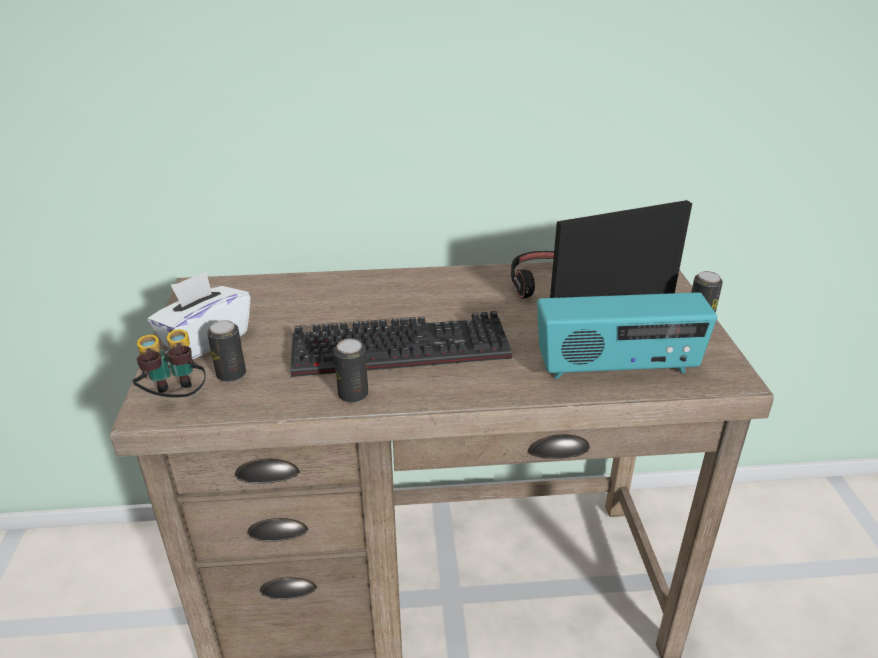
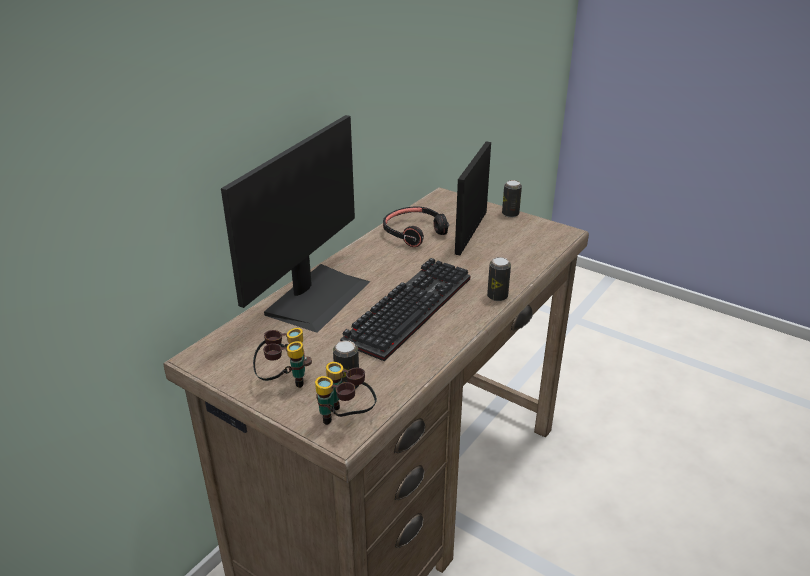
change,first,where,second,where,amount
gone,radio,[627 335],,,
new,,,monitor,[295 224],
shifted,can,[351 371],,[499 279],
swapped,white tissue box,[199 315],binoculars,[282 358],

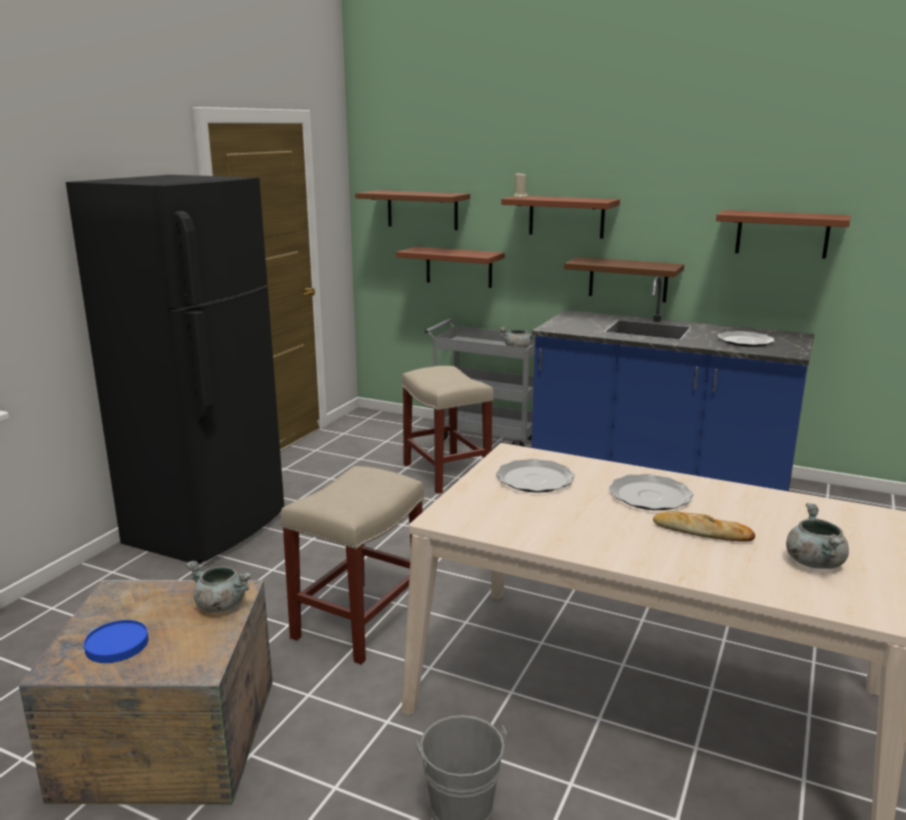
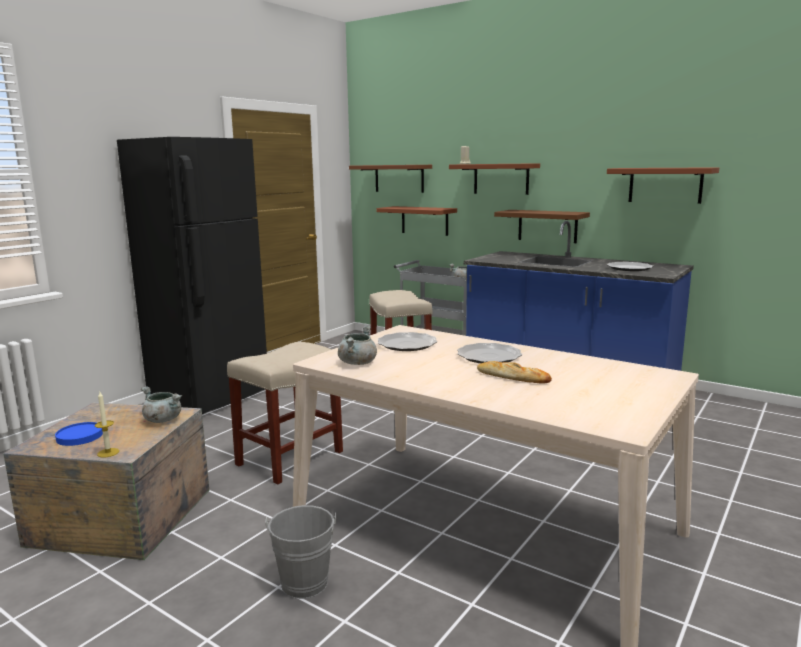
change,first,where,second,where,amount
new,,,candle,[107 425],
shifted,grey cooking pot,[817 536],,[357 345],

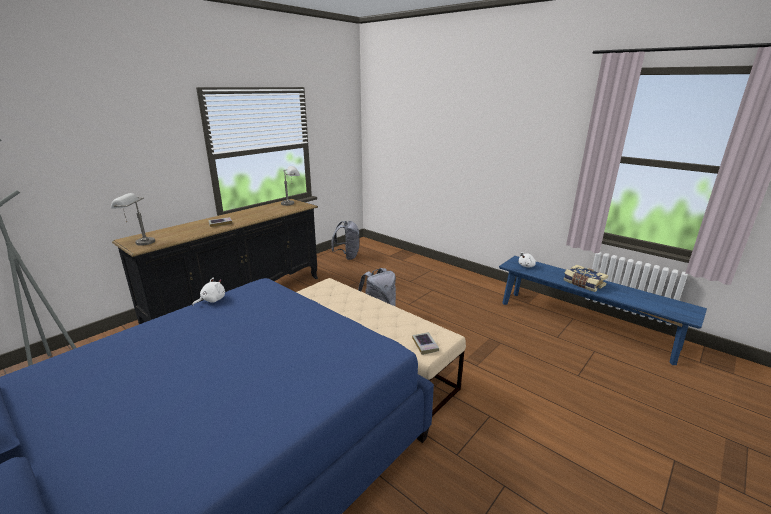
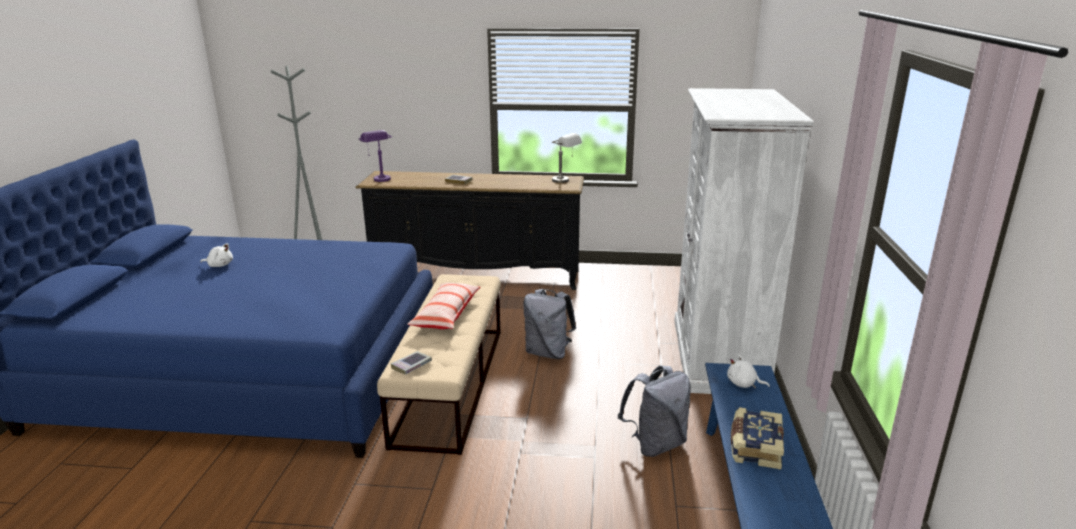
change,first,where,second,where,amount
new,,,pillow,[444 306],
new,,,white wardrobe,[744 241],
shifted,white plush toy,[208 291],,[216 255],
shifted,grey backpack,[345 240],,[654 411],
repainted,grey table lamp,[133 219],purple table lamp,[375 156],

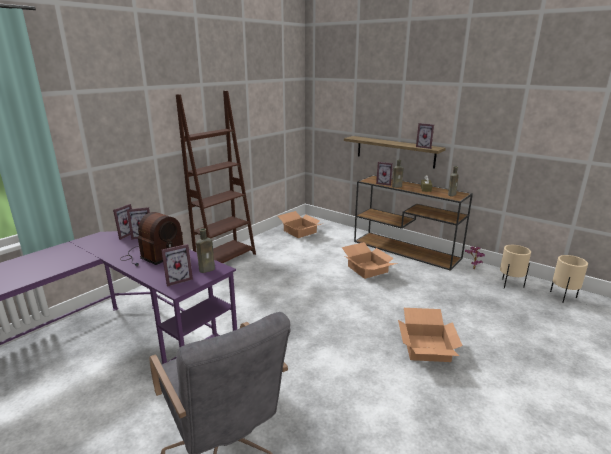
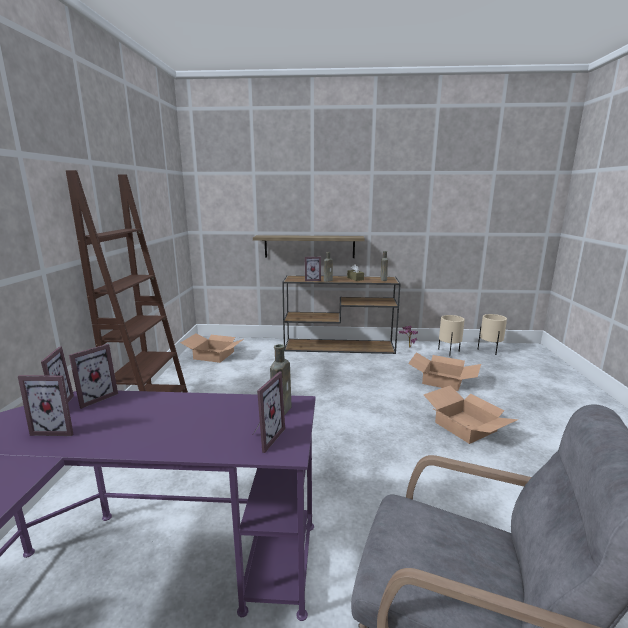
change,first,where,second,where,amount
gone,radio,[151 239],,,
shifted,cardboard box,[370 260],,[444 371],
shifted,picture frame,[425 136],,[46 405],

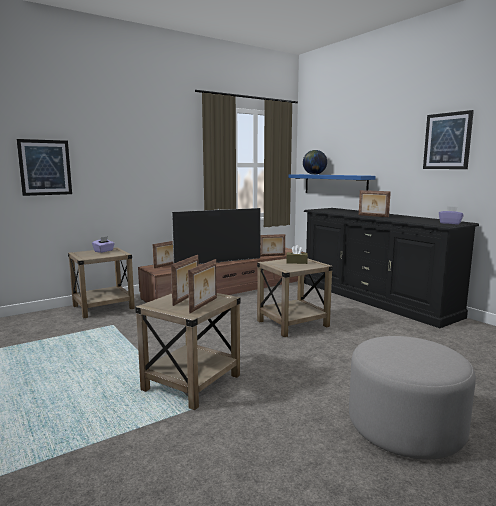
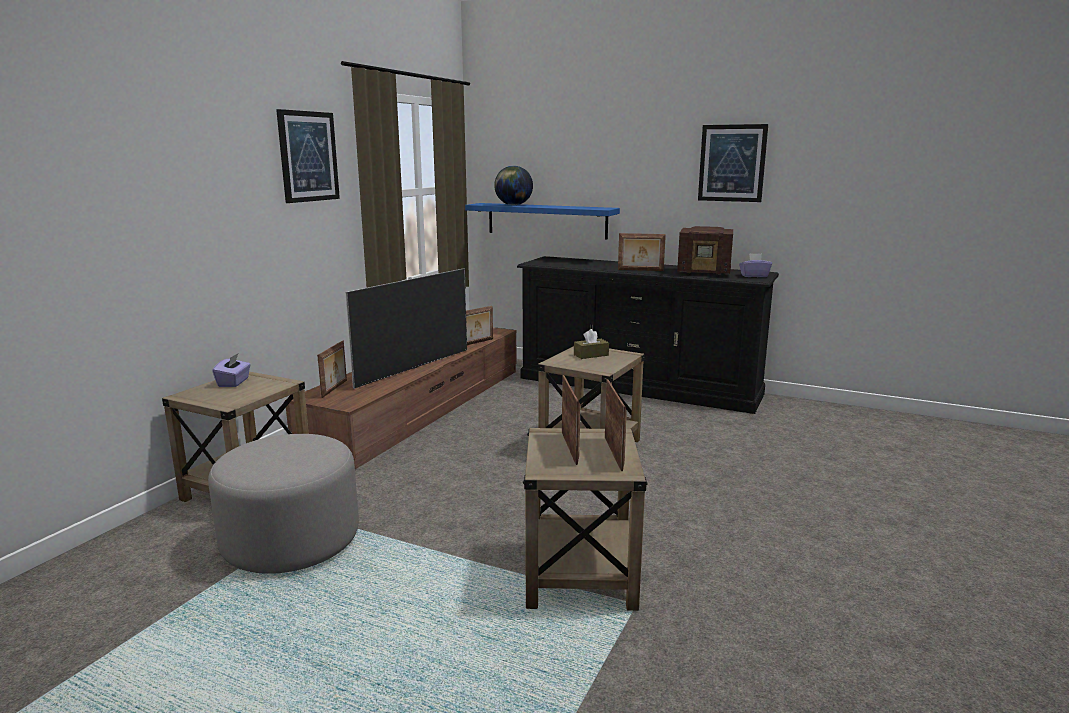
change,first,where,second,where,amount
new,,,radio,[705 251],
shifted,picture,[44 167],,[308 156],
shifted,grey ottoman,[412 397],,[283 504],

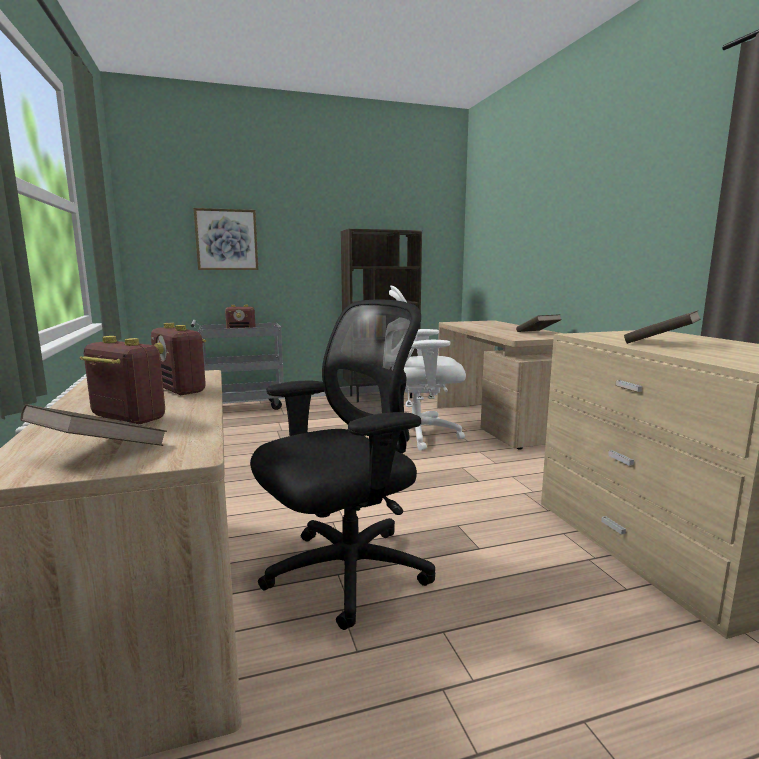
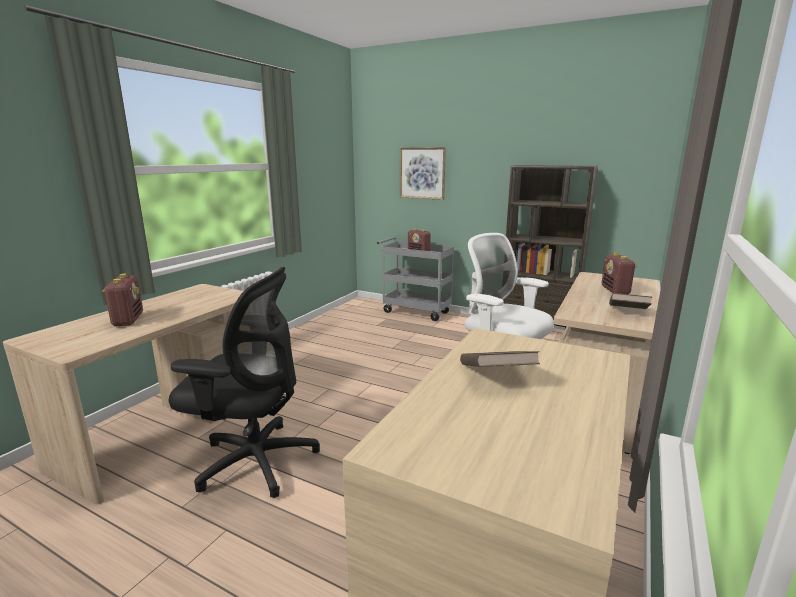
change,first,where,second,where,amount
gone,brown book,[94 425],,,
shifted,radio,[178 359],,[619 273],

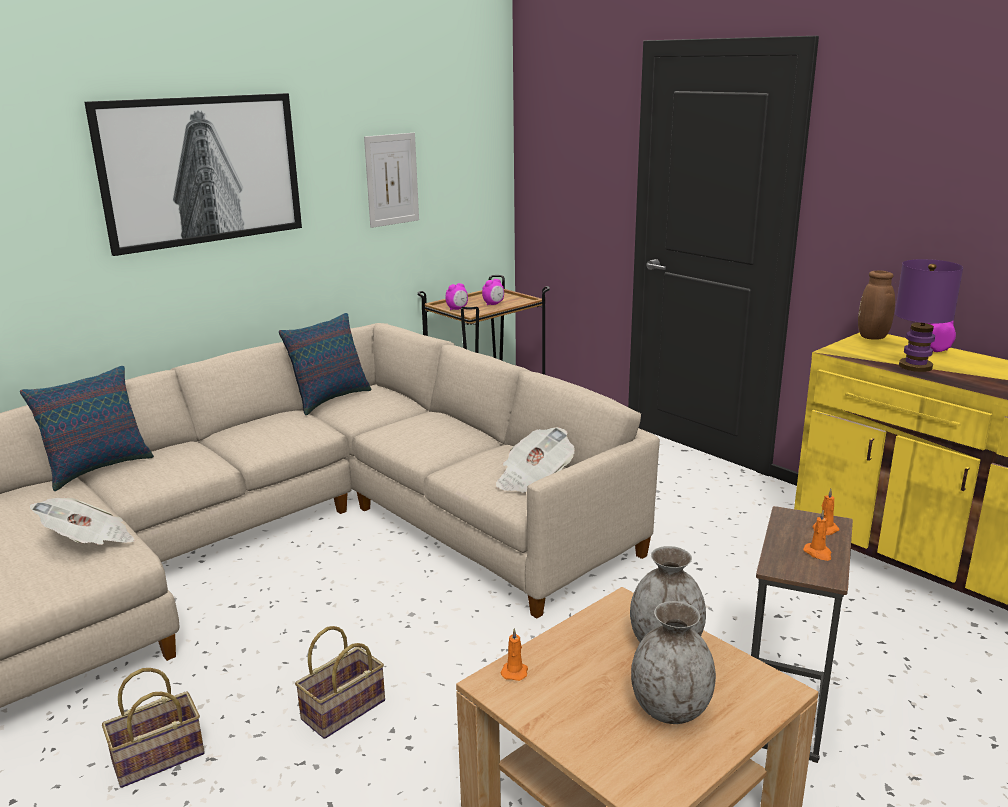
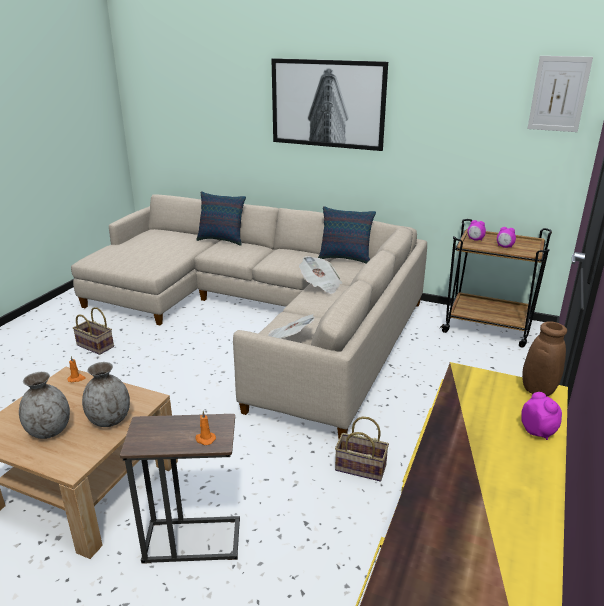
change,first,where,second,where,amount
gone,orange candle,[817 535],,,
gone,purple table lamp,[929 315],,,
shifted,newspaper,[82 521],,[321 275],
shifted,basket,[340 682],,[362 449],
shifted,picture,[391 180],,[560 94],

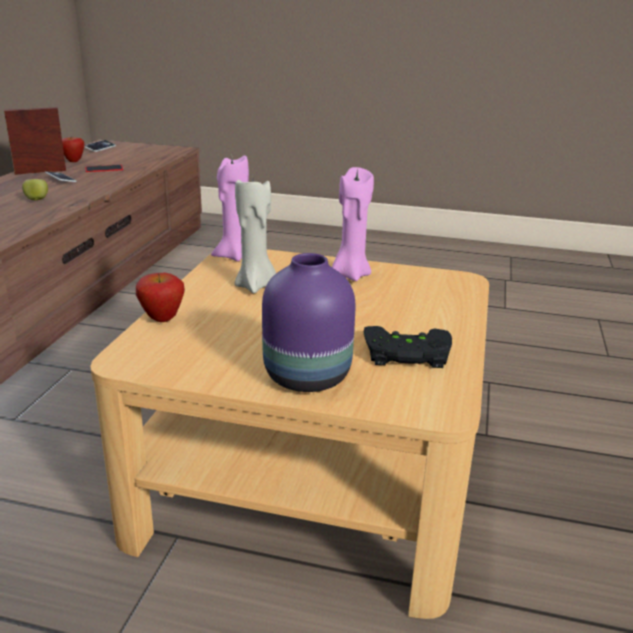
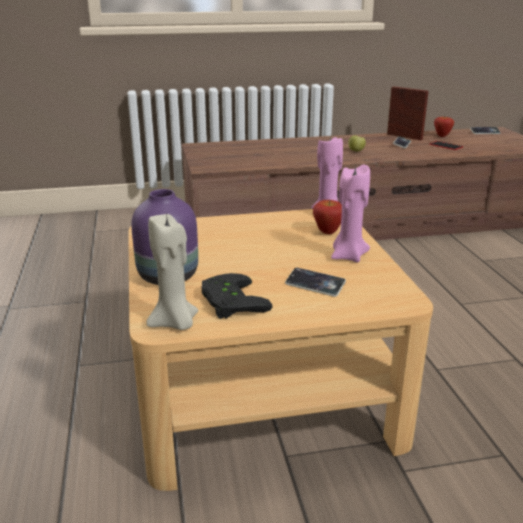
change,first,where,second,where,amount
new,,,phone,[315 282],
shifted,apple,[160 297],,[327 217],
shifted,beige candle,[255 235],,[172 272],

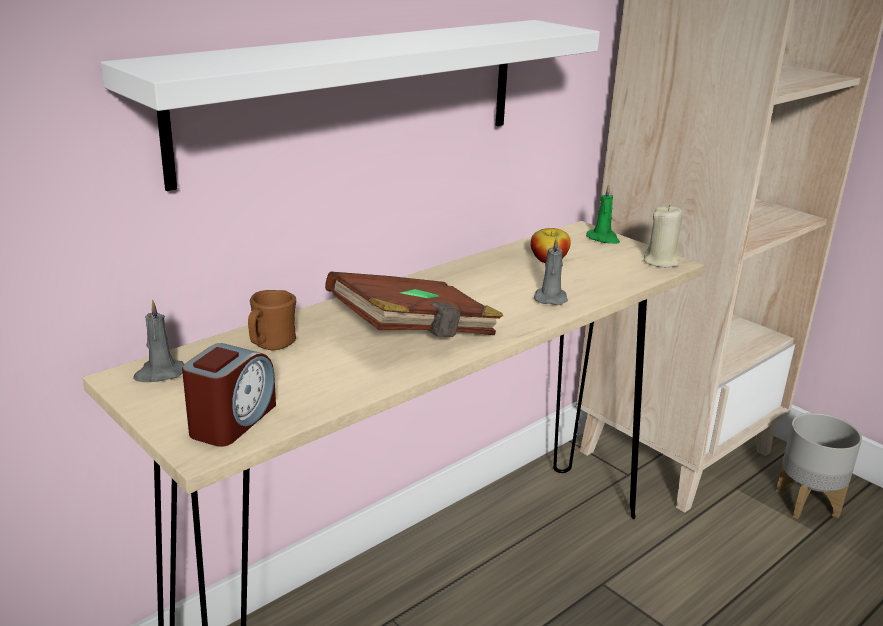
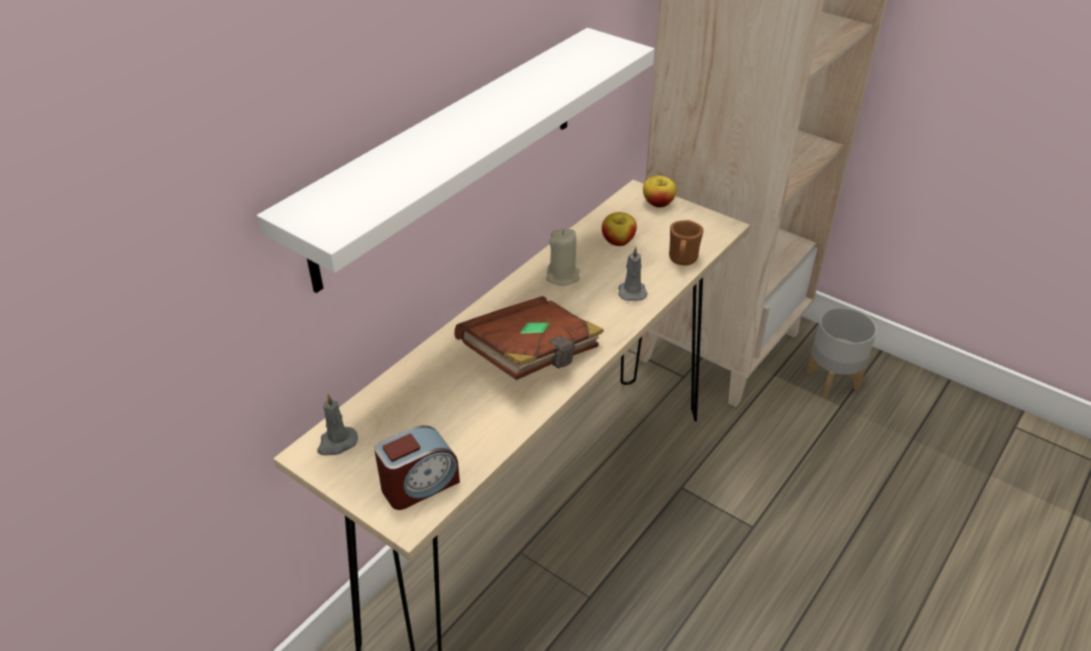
change,first,where,second,where,amount
shifted,brown mug,[272 320],,[686 243],
shifted,beige candle,[663 236],,[563 257],
swapped,green candle,[603 214],apple,[660 192],
rotated,alarm clock,[229 395],,[417 467],45 degrees clockwise

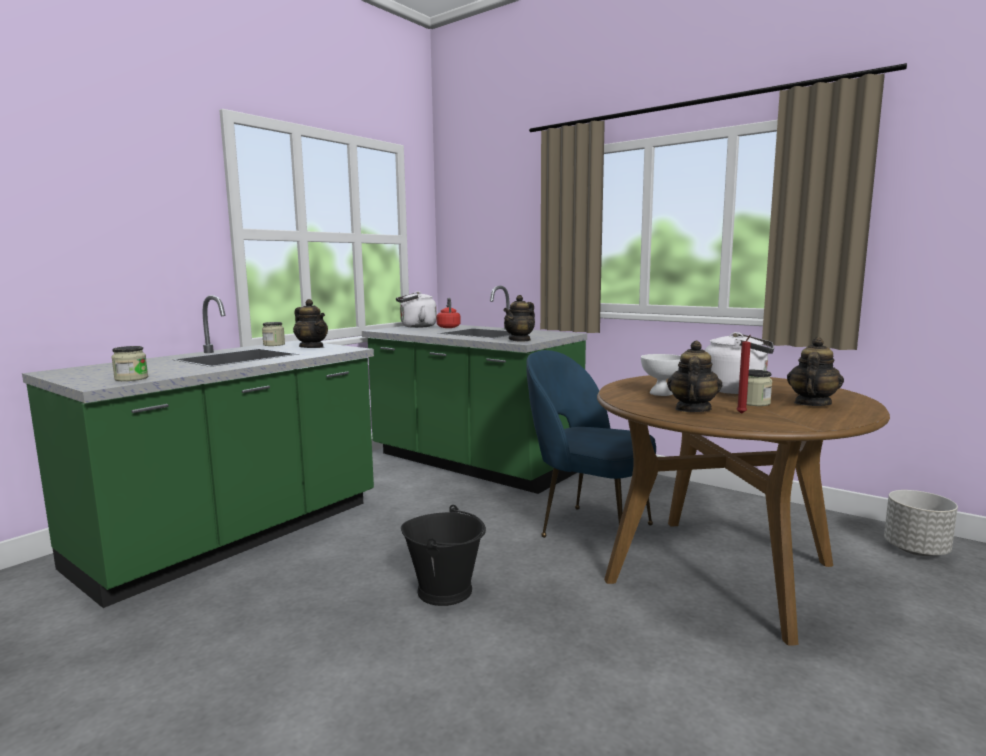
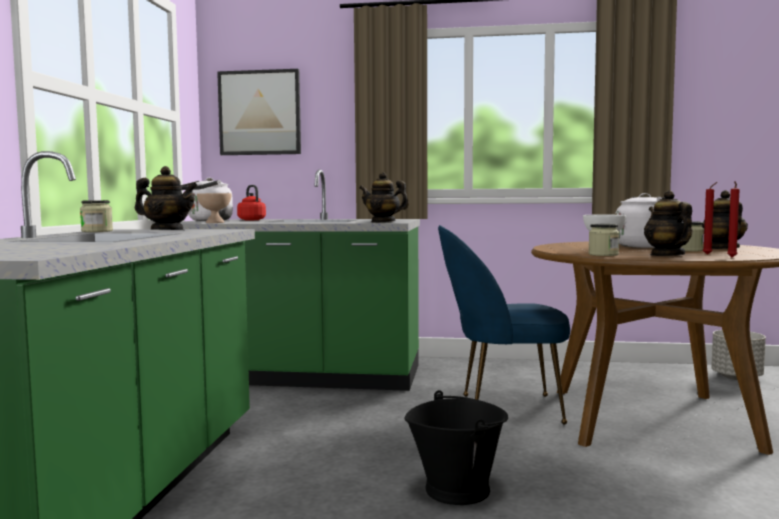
change,first,where,second,where,amount
new,,,beige bowl,[214 208],
new,,,picture,[259 112],
new,,,red candle,[733 219],
shifted,jar,[129 363],,[603 240],
rotated,teapot,[519 318],,[384 197],105 degrees clockwise

